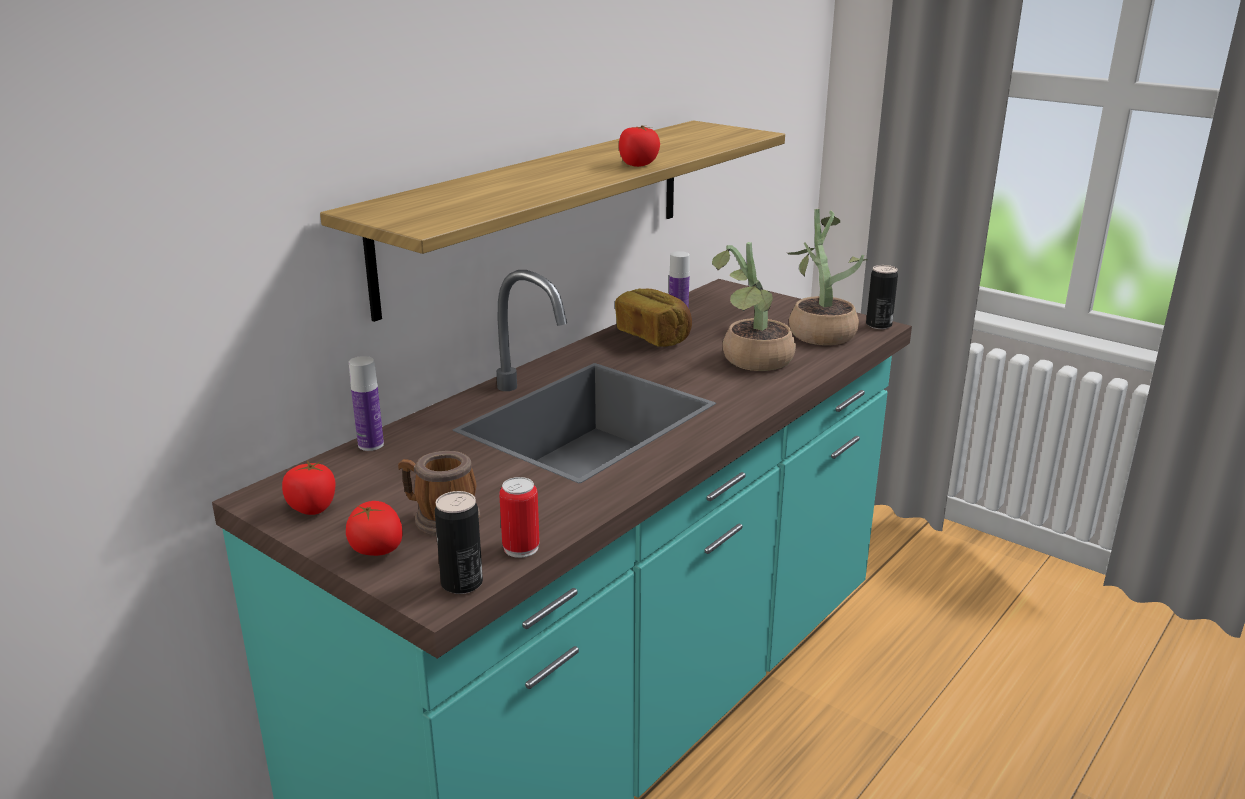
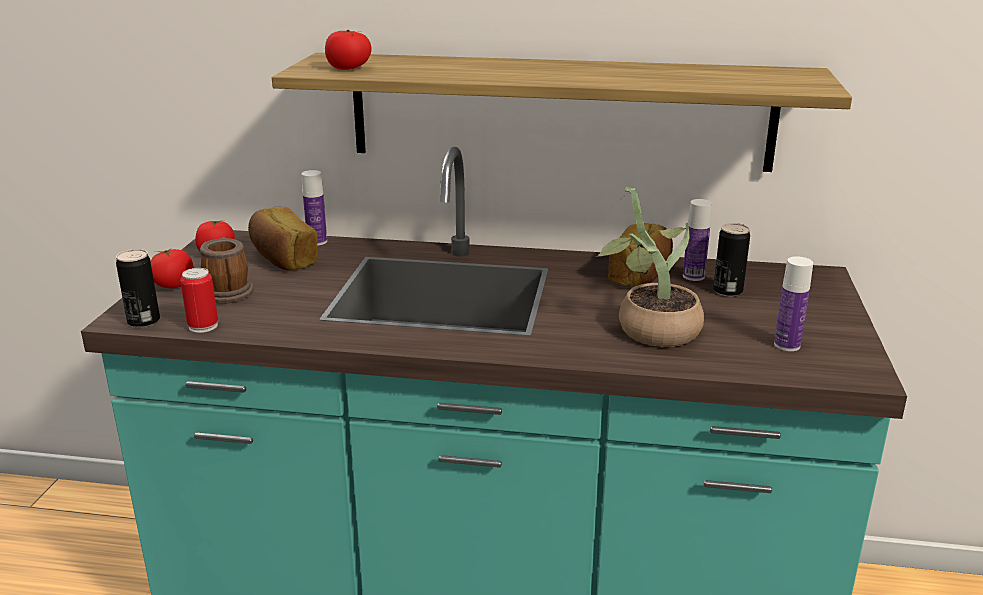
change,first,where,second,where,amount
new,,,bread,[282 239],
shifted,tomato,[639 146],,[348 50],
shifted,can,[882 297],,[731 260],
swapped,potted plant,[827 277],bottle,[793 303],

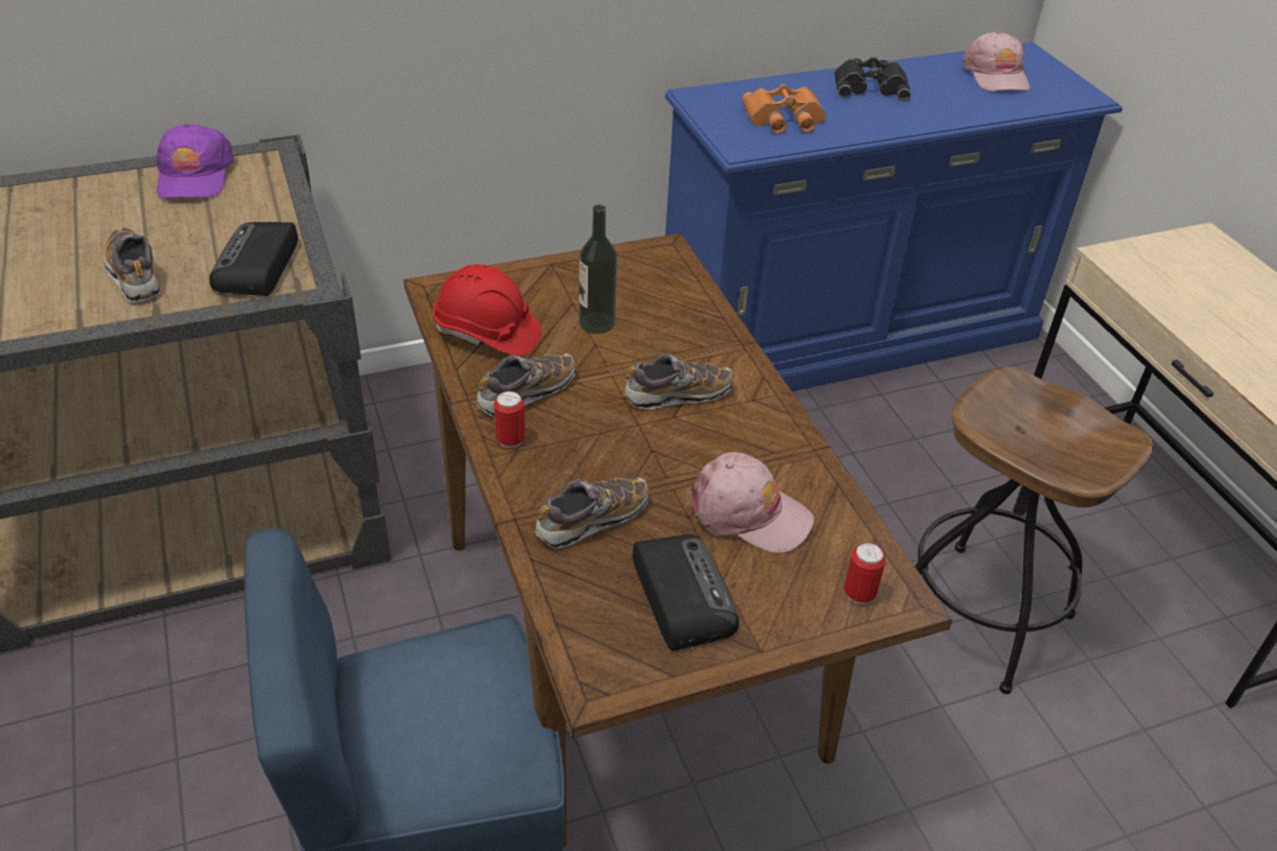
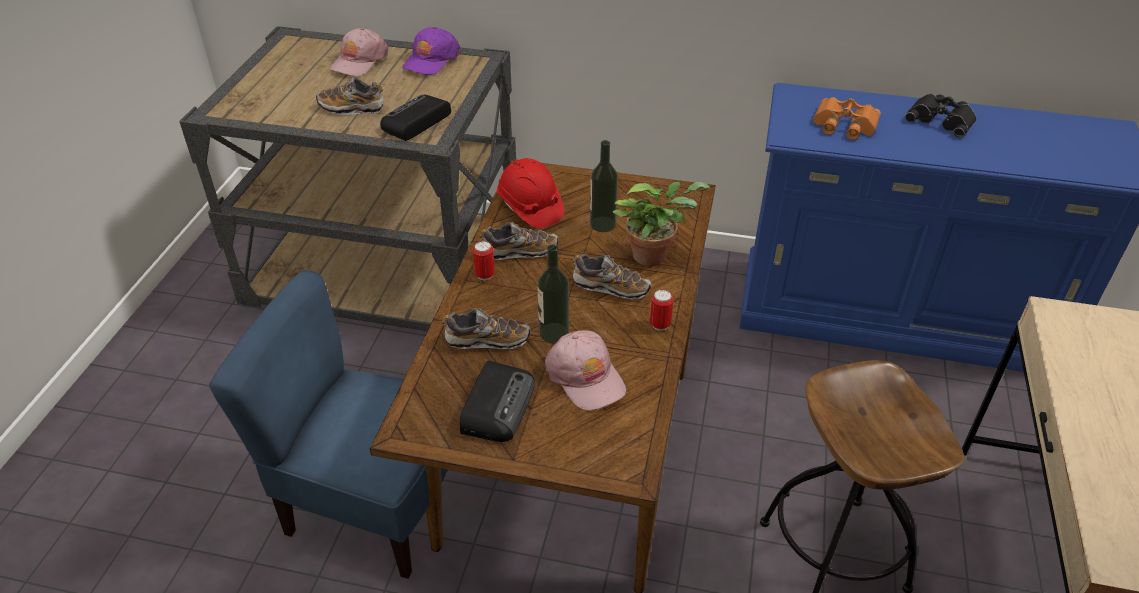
change,first,where,second,where,amount
new,,,bottle,[553 294],
new,,,potted plant,[661 224],
shifted,can,[865 573],,[661 310],
shifted,pink cap,[996 61],,[358 52],
rotated,shoe,[132 265],,[350 96],90 degrees counterclockwise

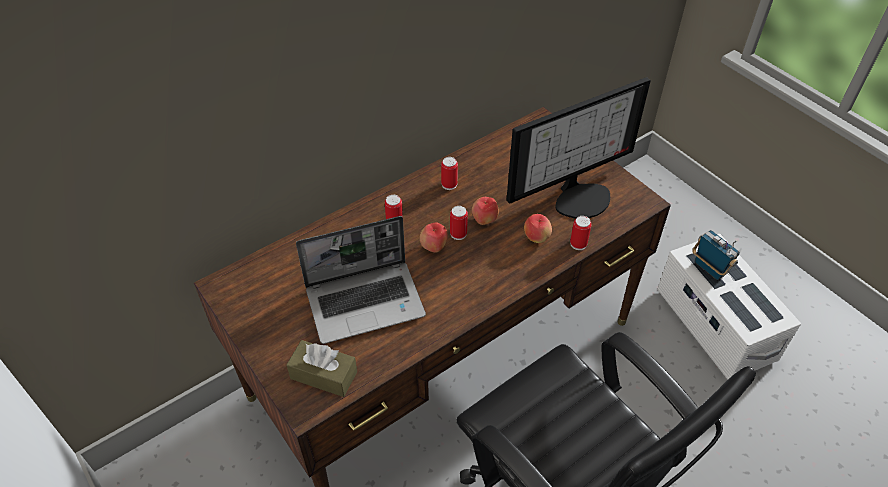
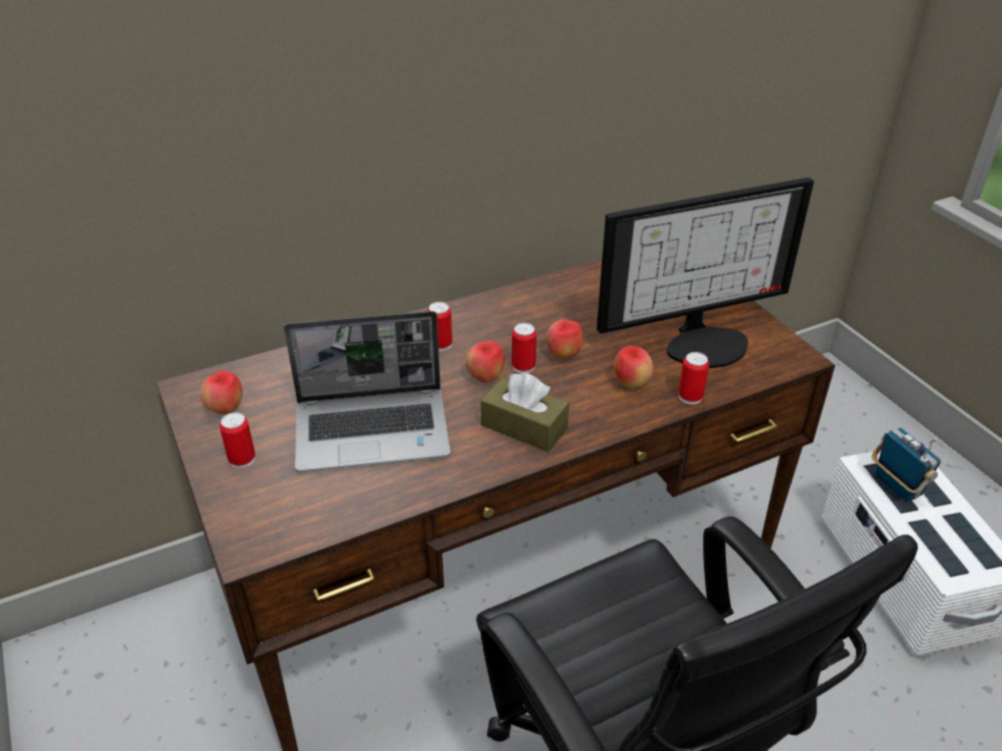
change,first,where,second,where,amount
new,,,apple,[221 392],
shifted,brown tissue box,[322 368],,[525 412],
shifted,can,[449 173],,[237 440],

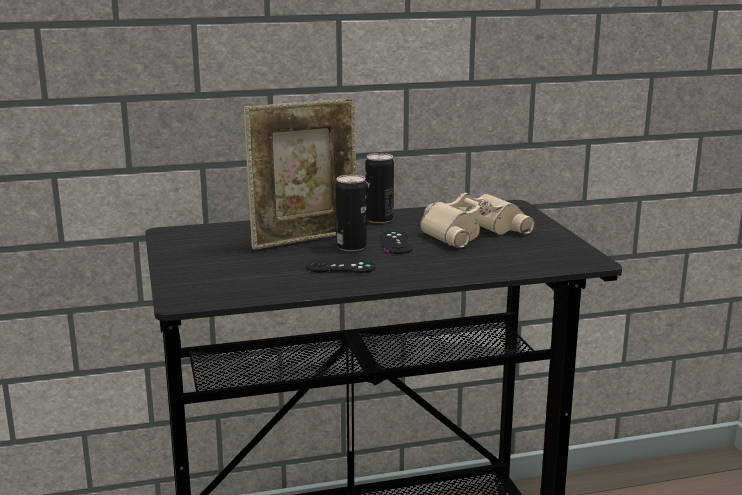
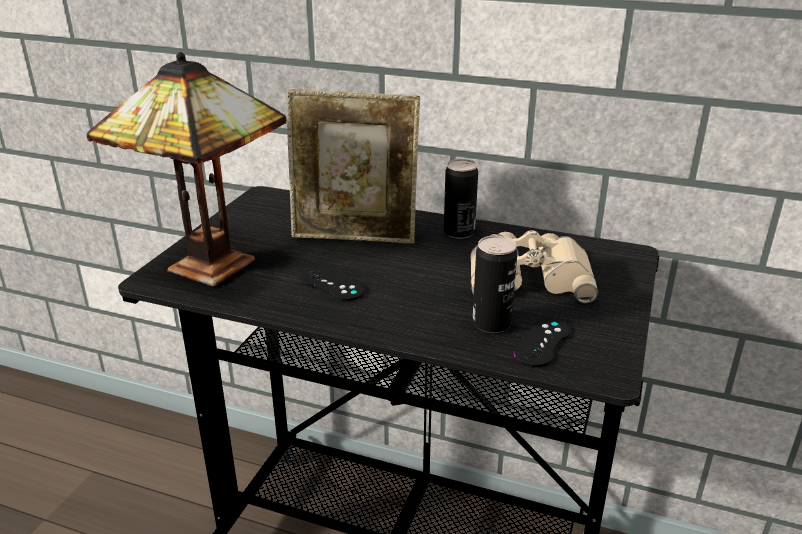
change,first,where,second,where,amount
new,,,table lamp,[187 169],
shifted,can,[351 213],,[494 284],
shifted,black game controller,[396 242],,[542 342],

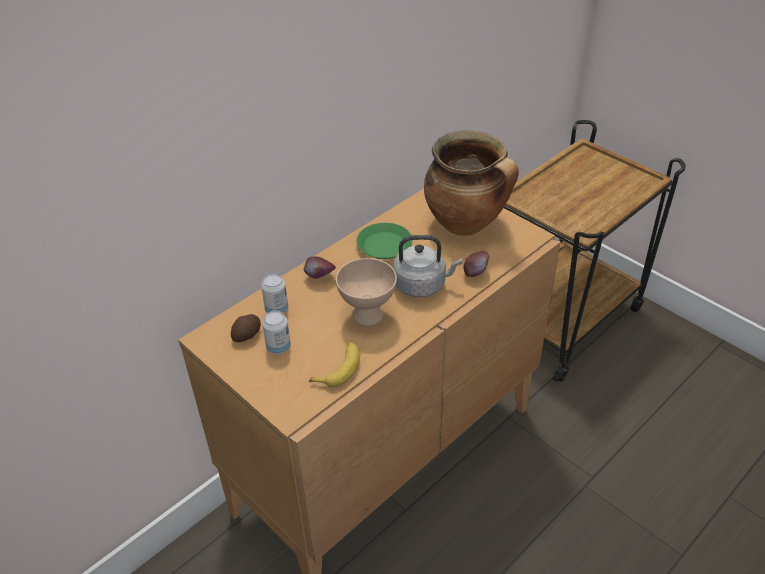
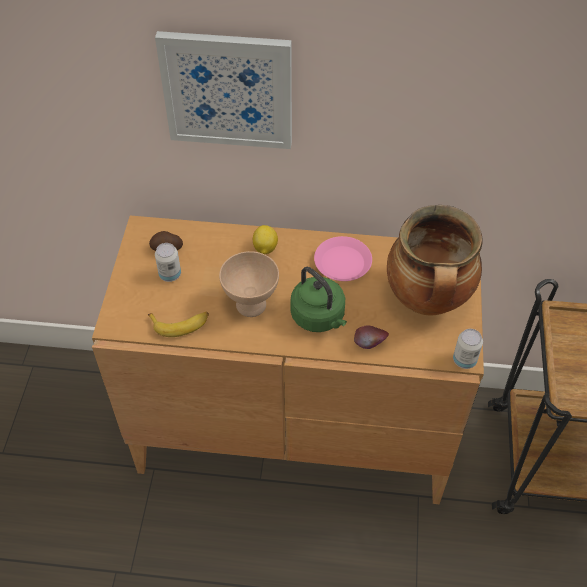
change,first,where,second,where,amount
new,,,picture,[223 90],
shifted,can,[274 293],,[468 349],
swapped,apple,[320 268],lemon,[265 239],
repainted,green plate,[384 241],pink plate,[343 258],
repainted,grey kettle,[427 266],green kettle,[318 299],

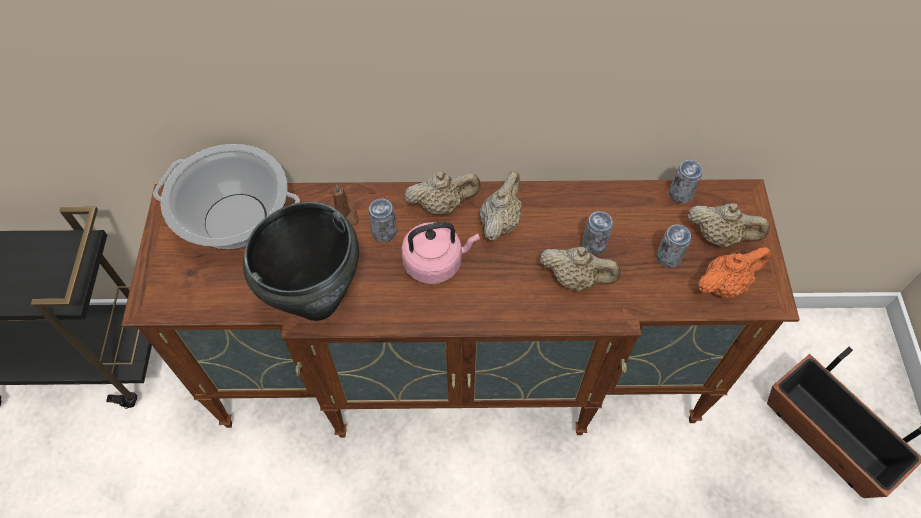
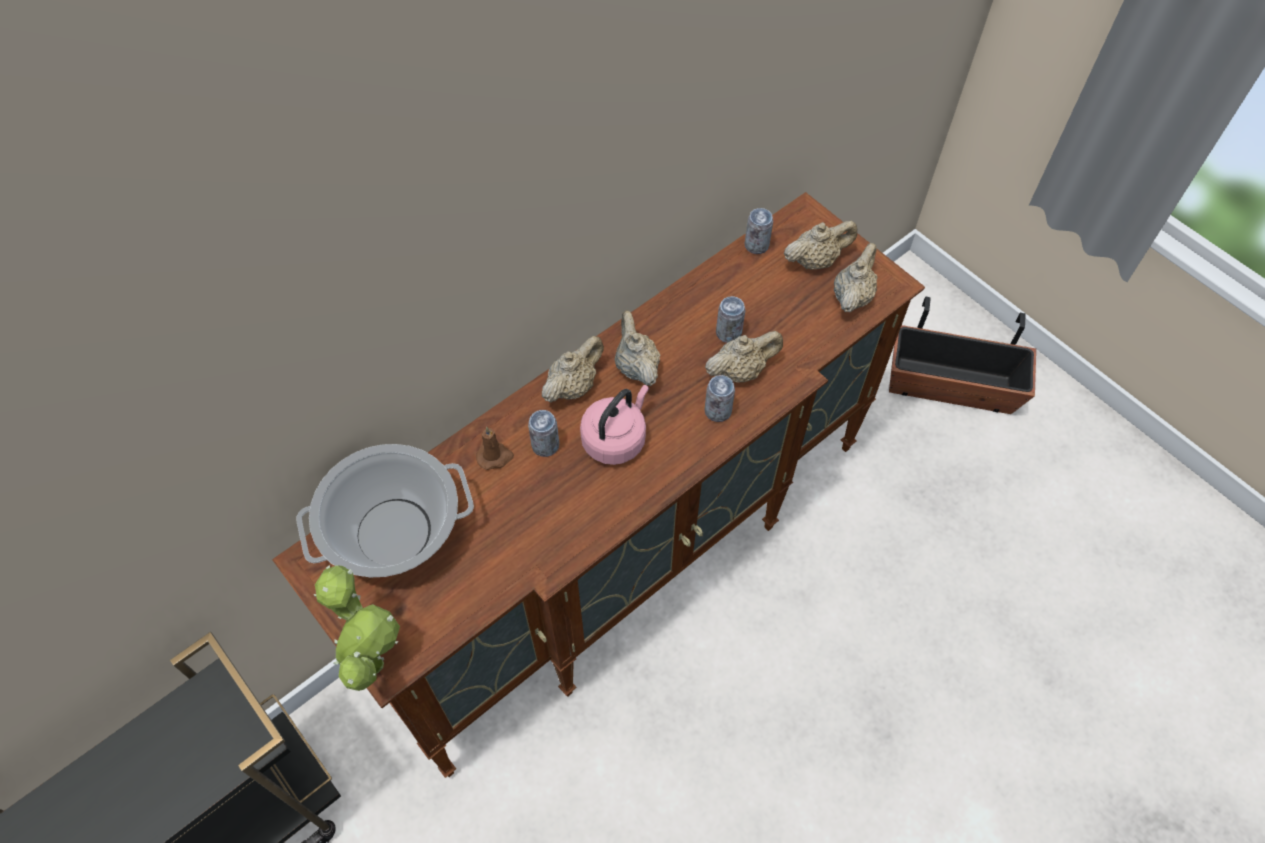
change,first,where,second,where,amount
gone,black cooking pot,[301 261],,,
new,,,potted plant,[357 628],
shifted,can,[673 246],,[719 398],
repainted,orange teapot,[734 272],beige teapot,[856 277],

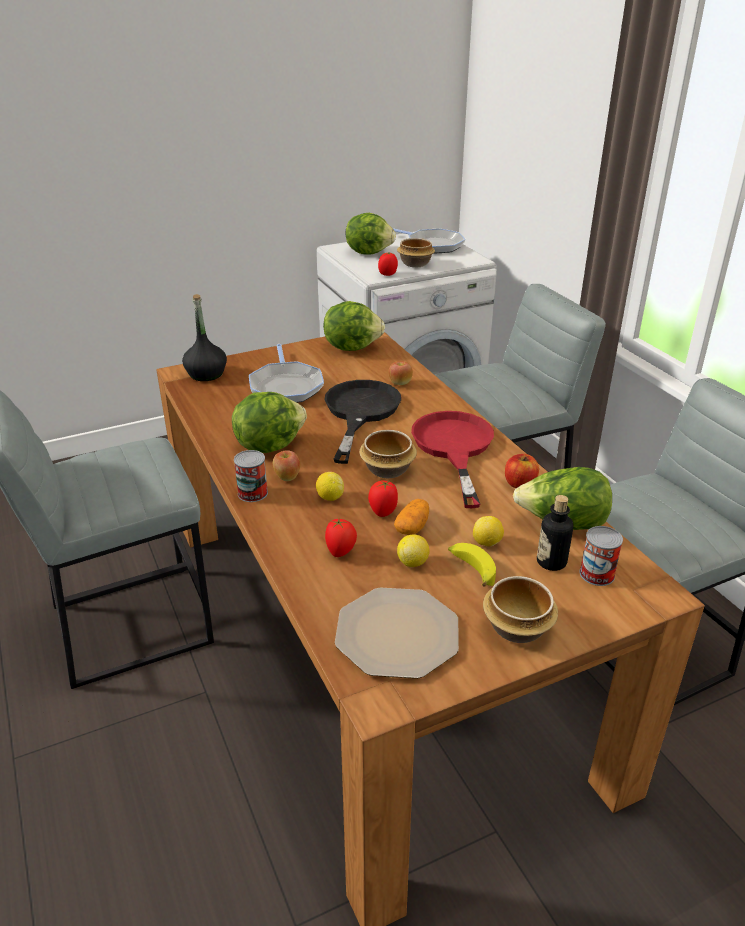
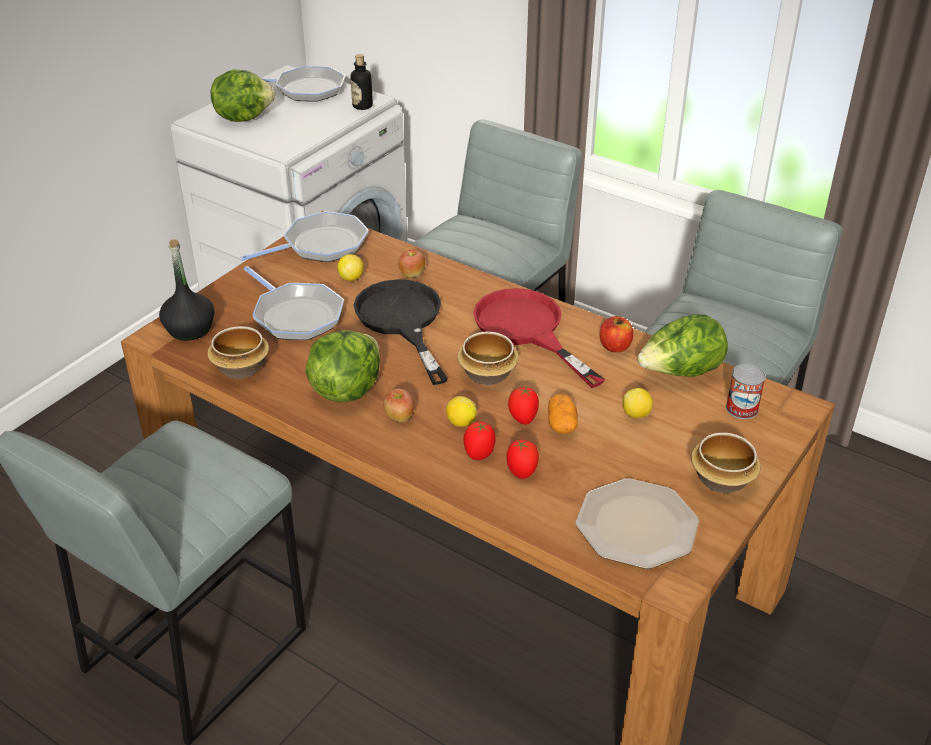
change,first,where,second,where,amount
gone,can,[251 476],,,
gone,banana,[472 565],,,
shifted,tomato,[388 264],,[480 441],
shifted,bowl,[416 252],,[238 352],
shifted,lemon,[413 551],,[350 267],
shifted,bottle,[555 533],,[361 82],
swapped,lettuce,[354 326],frying pan,[304 236],

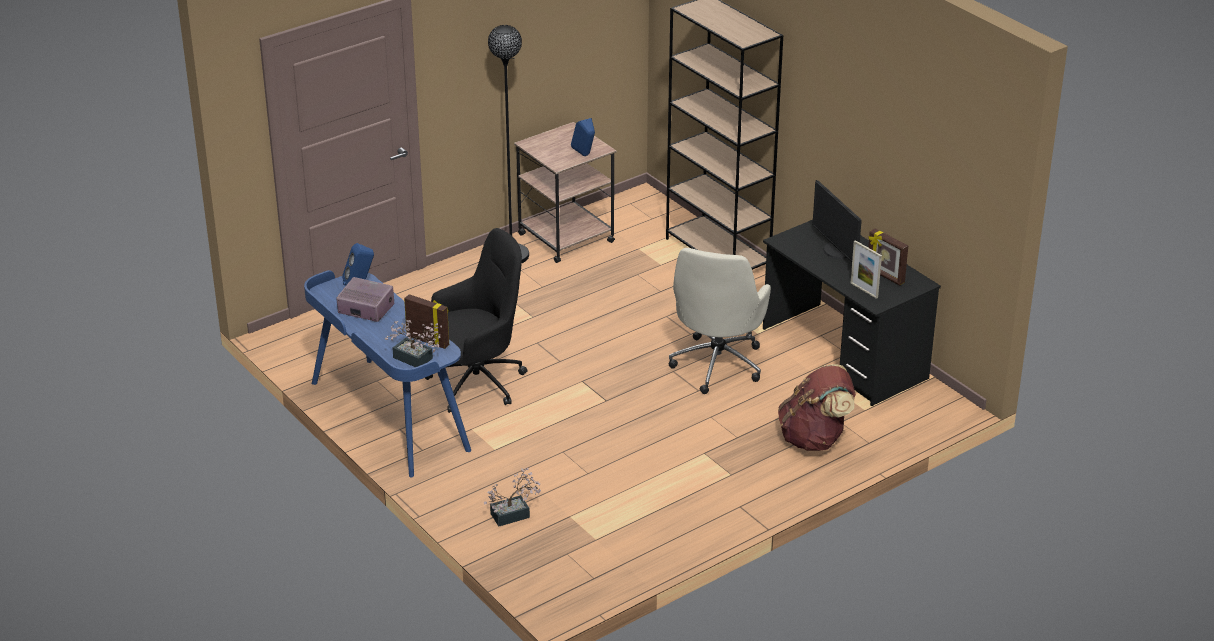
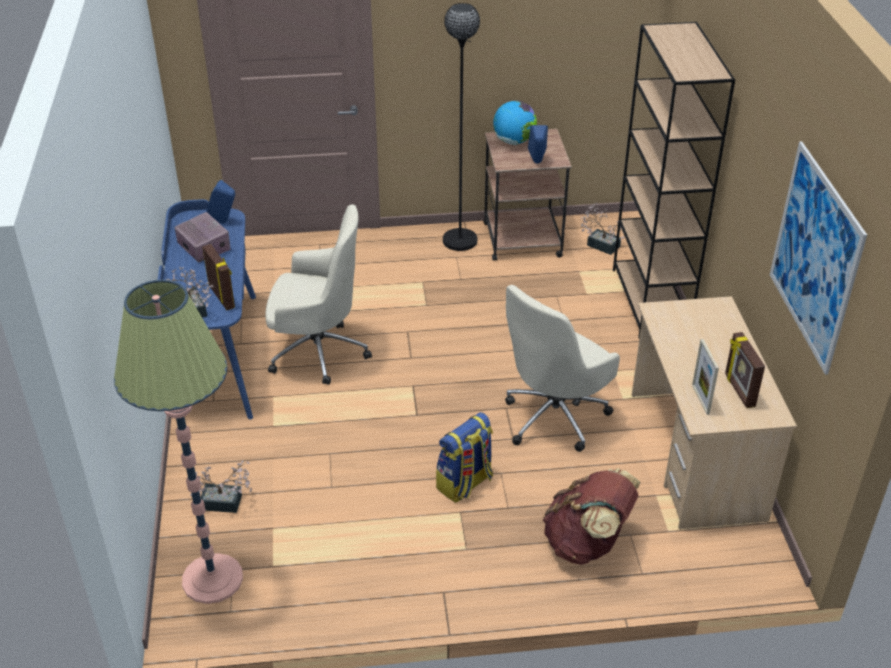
change,first,where,second,where,amount
gone,monitor,[837 221],,,
new,,,floor lamp,[178 442],
new,,,backpack,[464 457],
new,,,globe,[515 122],
new,,,potted plant,[602 229],
new,,,picture,[818 258],
repainted,black office chair,[476 320],beige office chair,[318 294],
repainted,black desk,[852 313],beige desk,[714 413],

